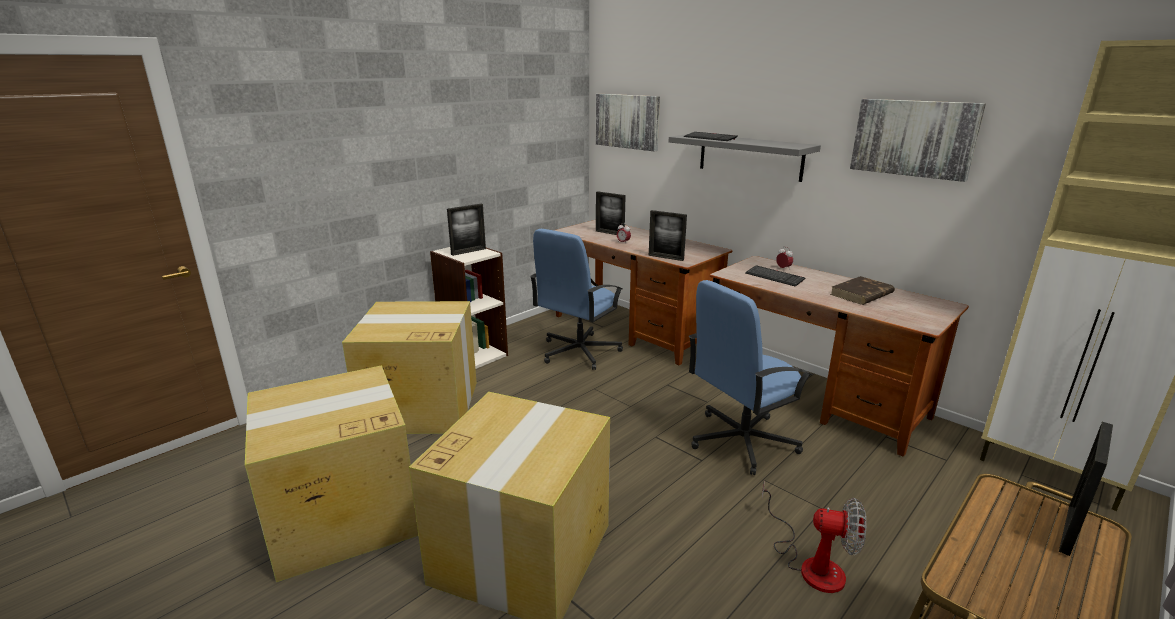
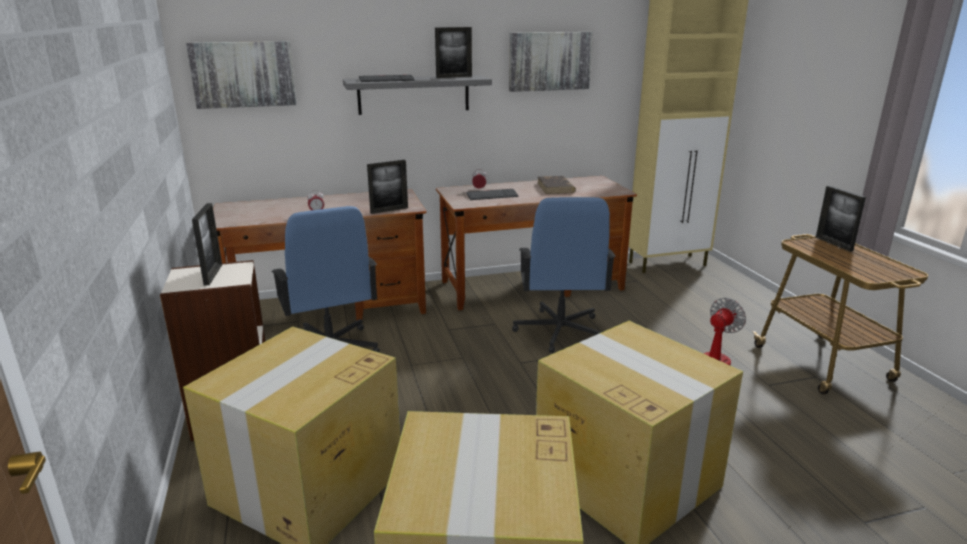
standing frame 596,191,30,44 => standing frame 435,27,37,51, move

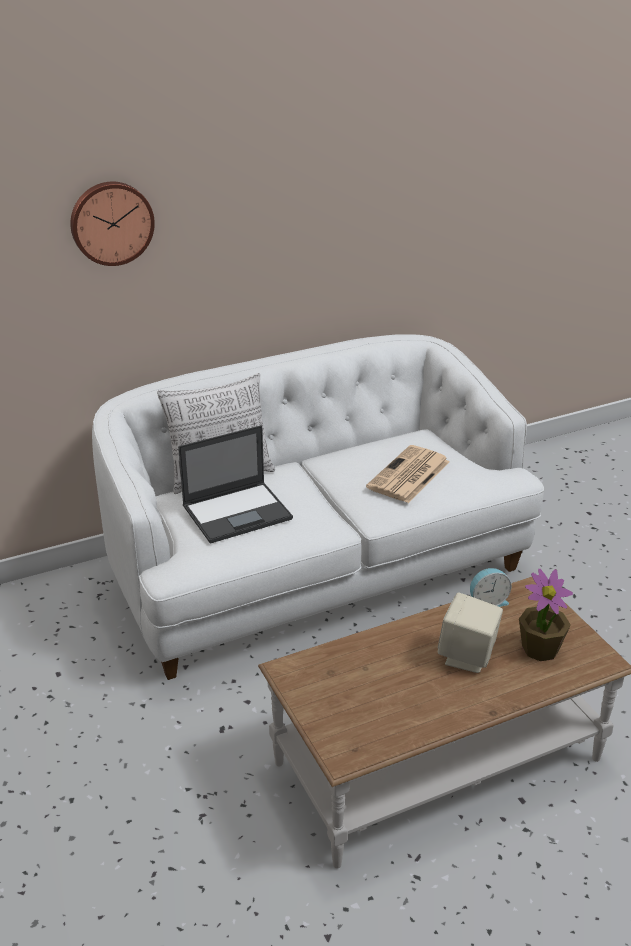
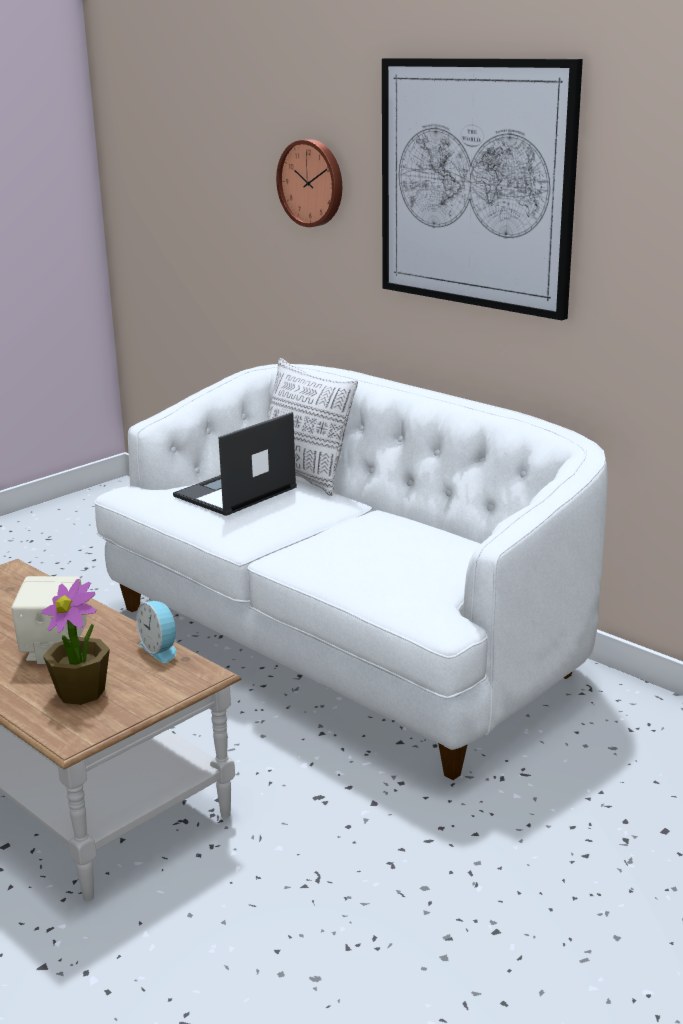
newspaper 366,445,84,58 => nothing
nothing => wall art 382,58,201,262
laptop 178,425,115,119 => laptop 173,412,124,104, 90 degrees clockwise

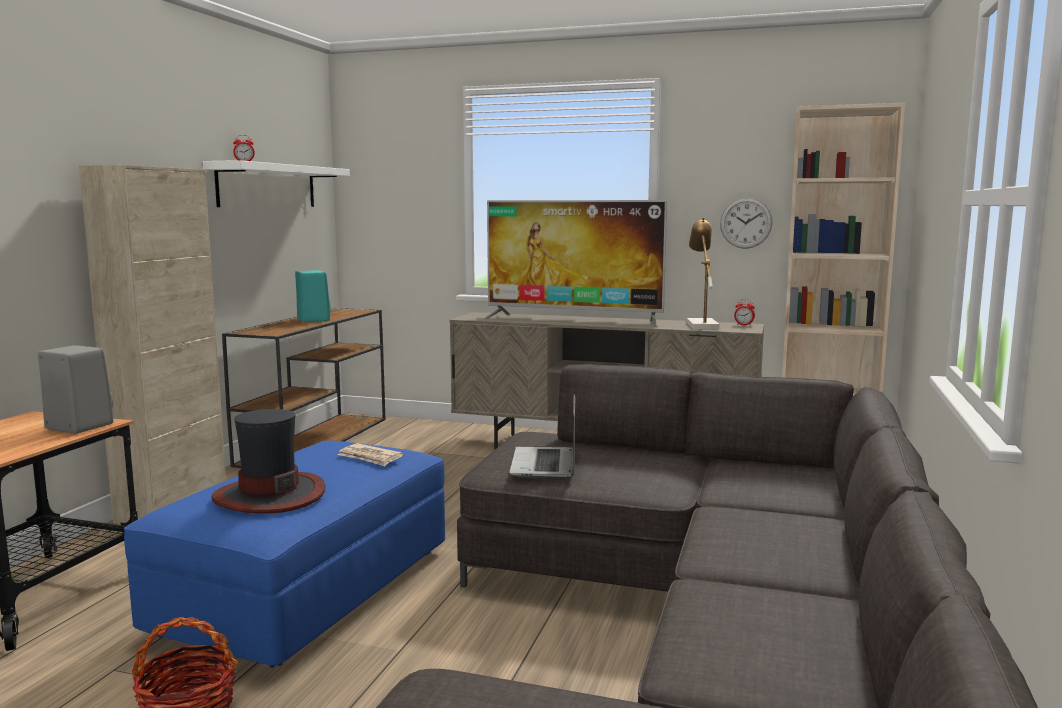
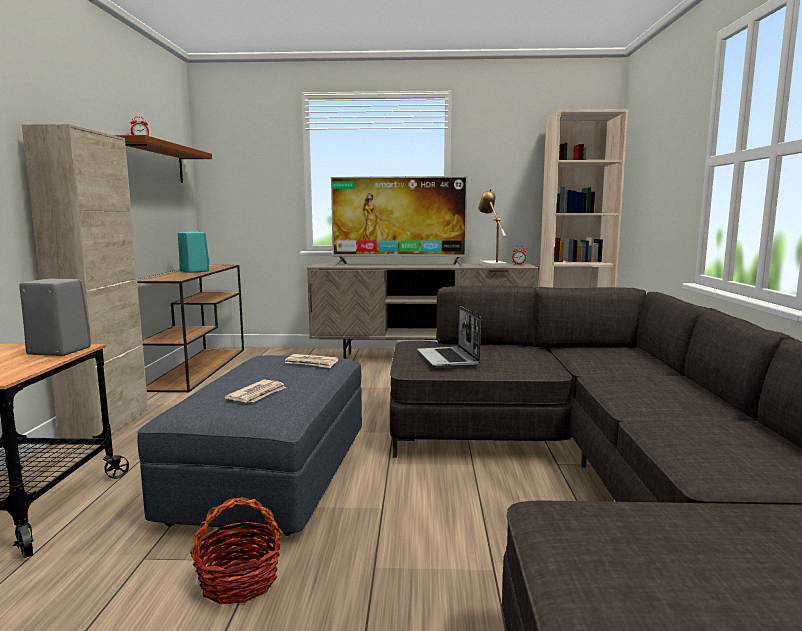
hanging clock 720,197,53,52 => nothing
wearable hat 212,409,114,105 => newspaper 224,379,62,23
pouffe in bluish 124,440,321,228 => pouffe in gray 137,355,225,181
shelf in whitish 203,160,147,47 => shelf in brownish 114,135,98,48

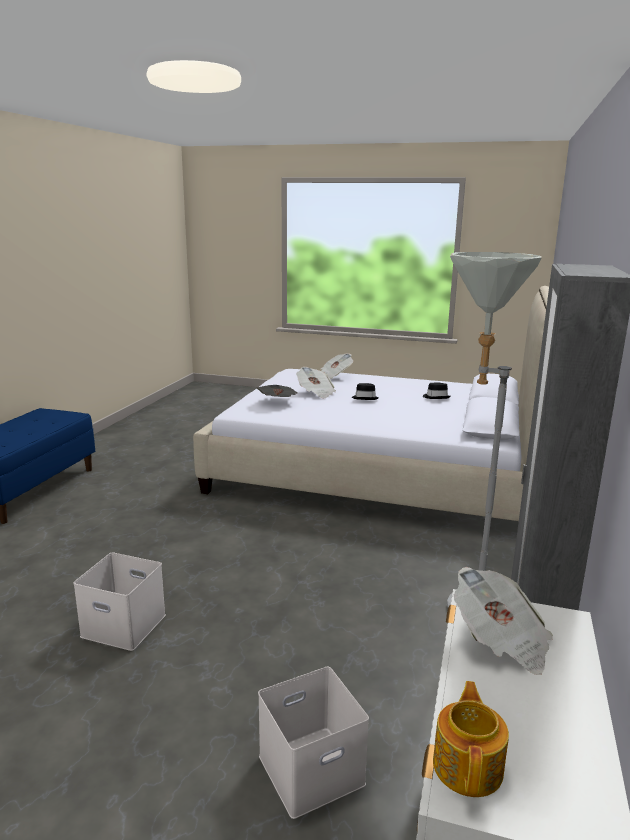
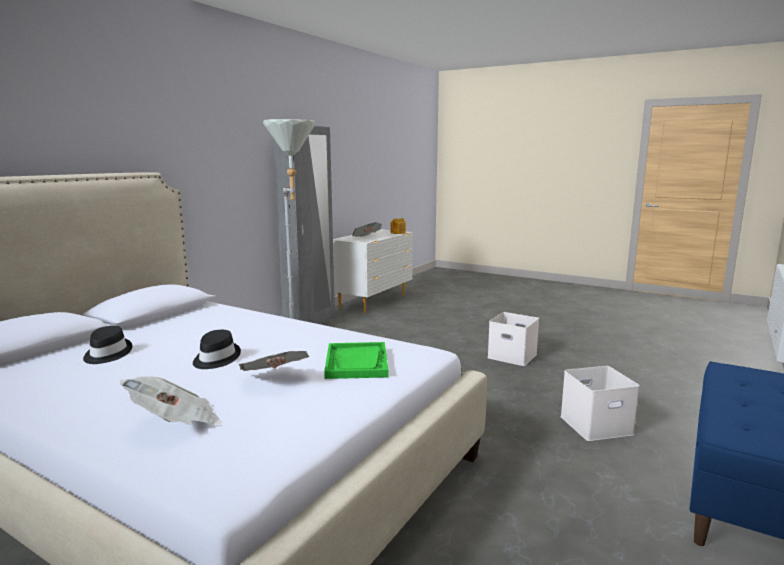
storage box in whitish 258,667,111,152 => storage box in whitish 560,366,80,75, move
newspaper 256,385,42,12 => carrying tray in greenish 324,342,65,37

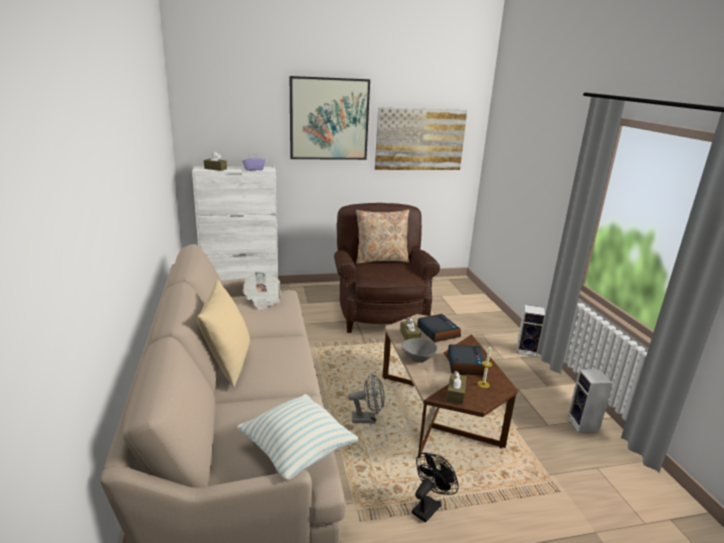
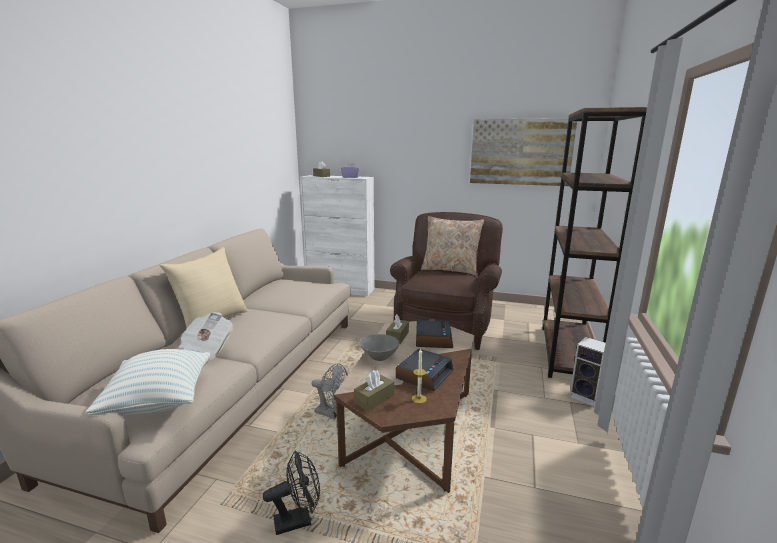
wall art 290,76,80,84 => nothing
audio speaker 568,369,45,64 => nothing
nothing => bookcase in brownish 543,107,104,271
newspaper 243,271,38,39 => newspaper 179,312,54,48, move

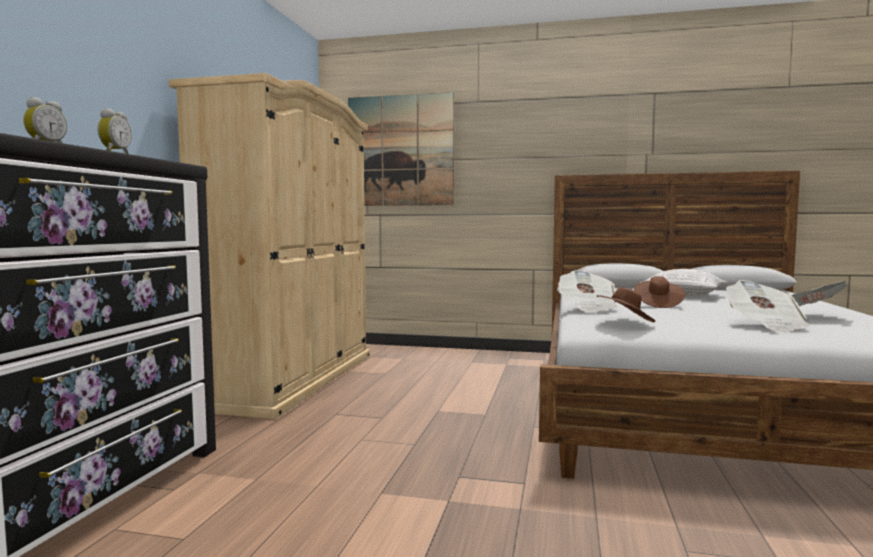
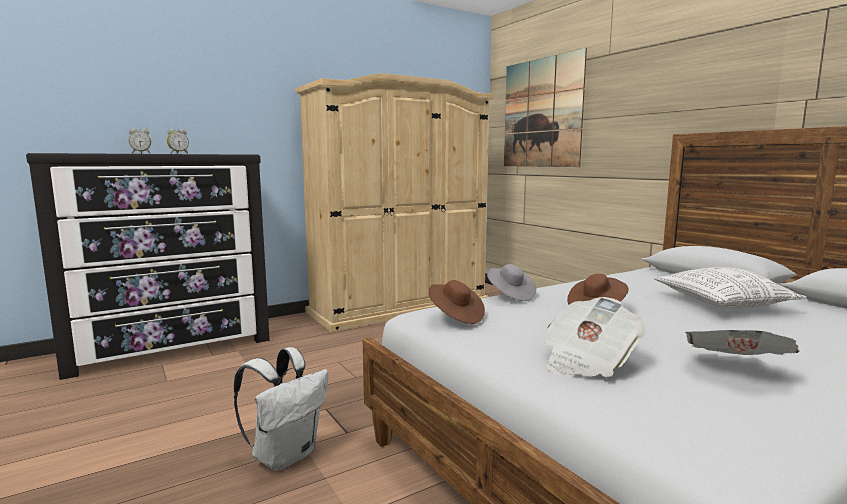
nothing => knapsack in whitish 234,347,94,124
newspaper 557,270,60,43 => wearable hat in gray 487,264,49,37

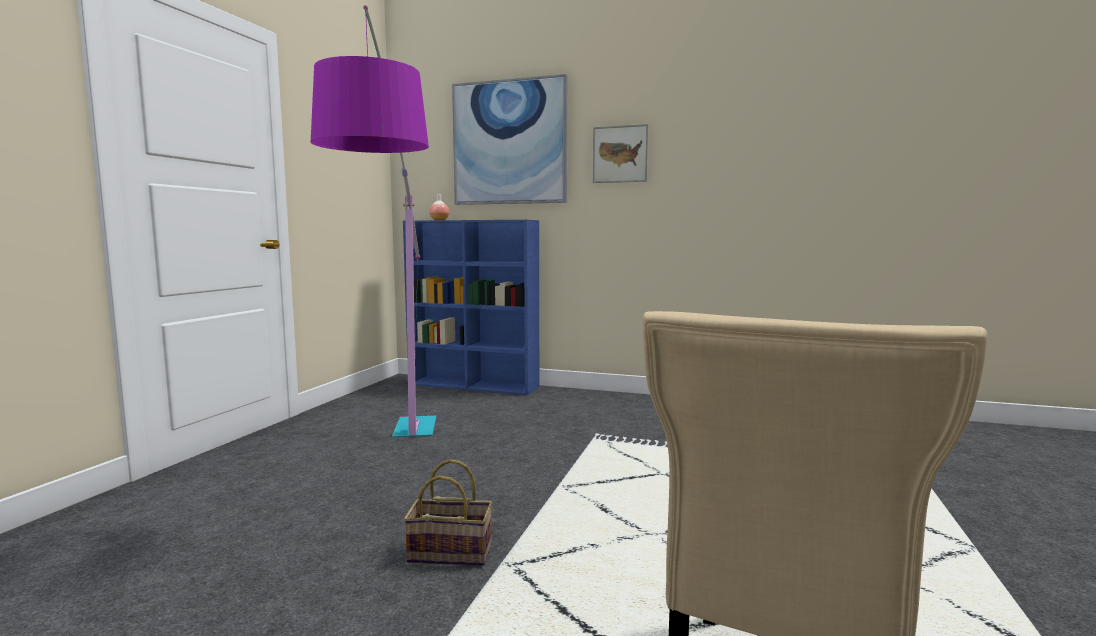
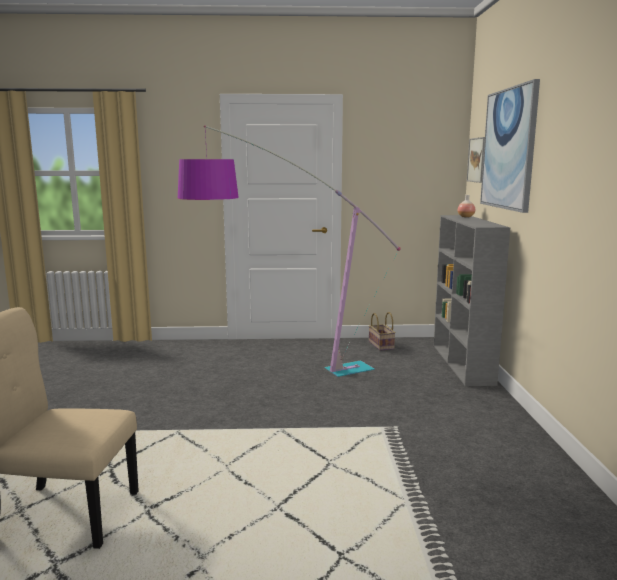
household basket 404,459,88,107 => household basket 369,312,27,39, move
wall art 593,124,55,59 => wall art 467,137,18,46, move
bookcase in bluish 403,220,136,175 => bookcase in gray 434,215,76,171

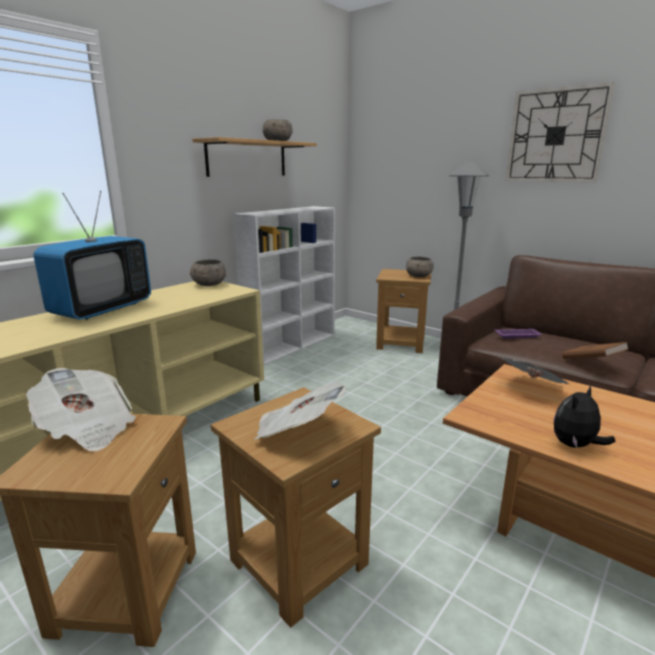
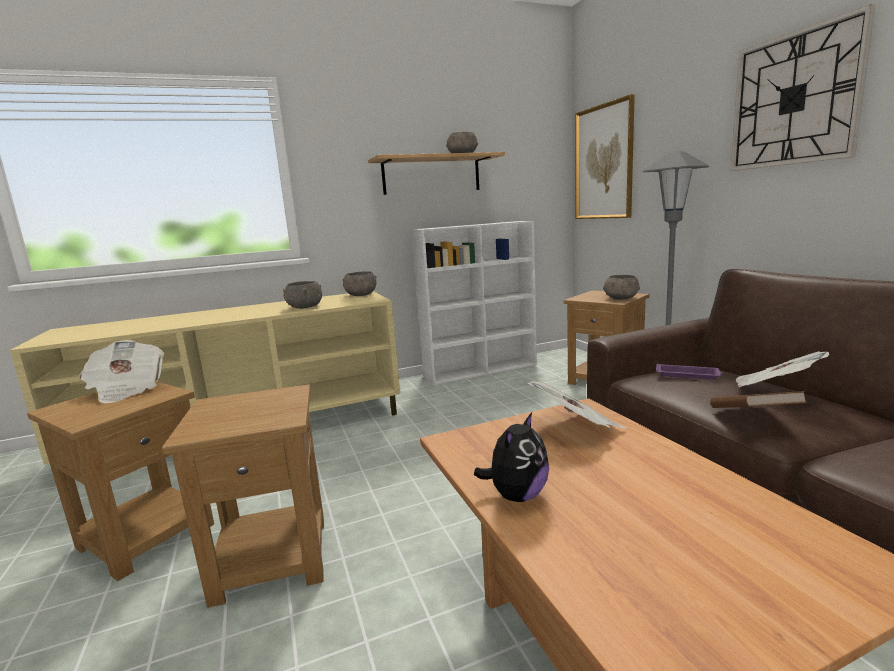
TV set 33,191,118,129 => nothing
nothing => bowl in gray 283,281,39,28
nothing => wall art 575,94,60,125
newspaper 255,380,91,60 => newspaper 736,351,93,36, move
cuddly toy 554,385,62,63 => cuddly toy 474,412,75,90, 135 degrees clockwise

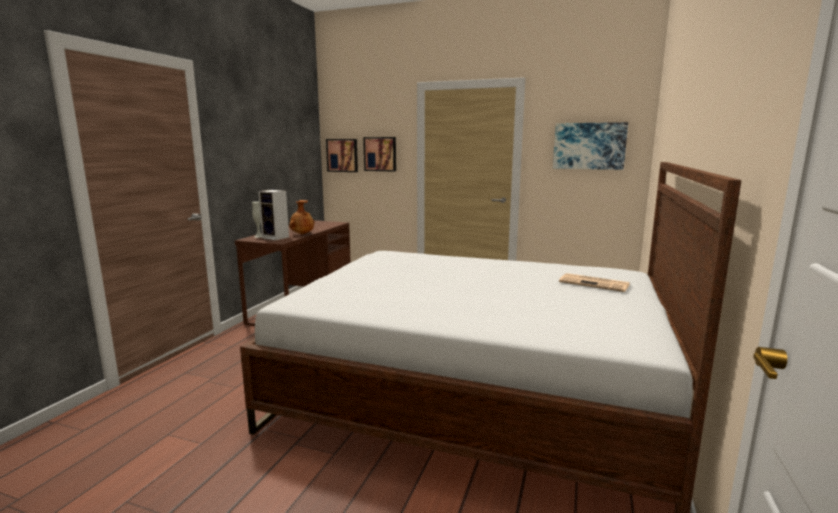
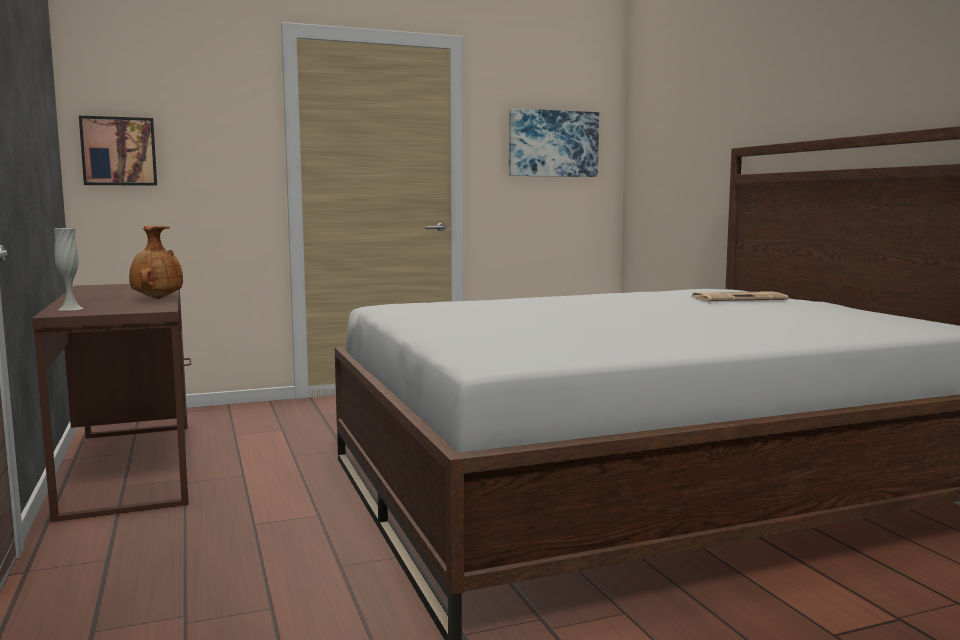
audio speaker 258,190,31,51 => nothing
wall art 363,137,33,35 => nothing

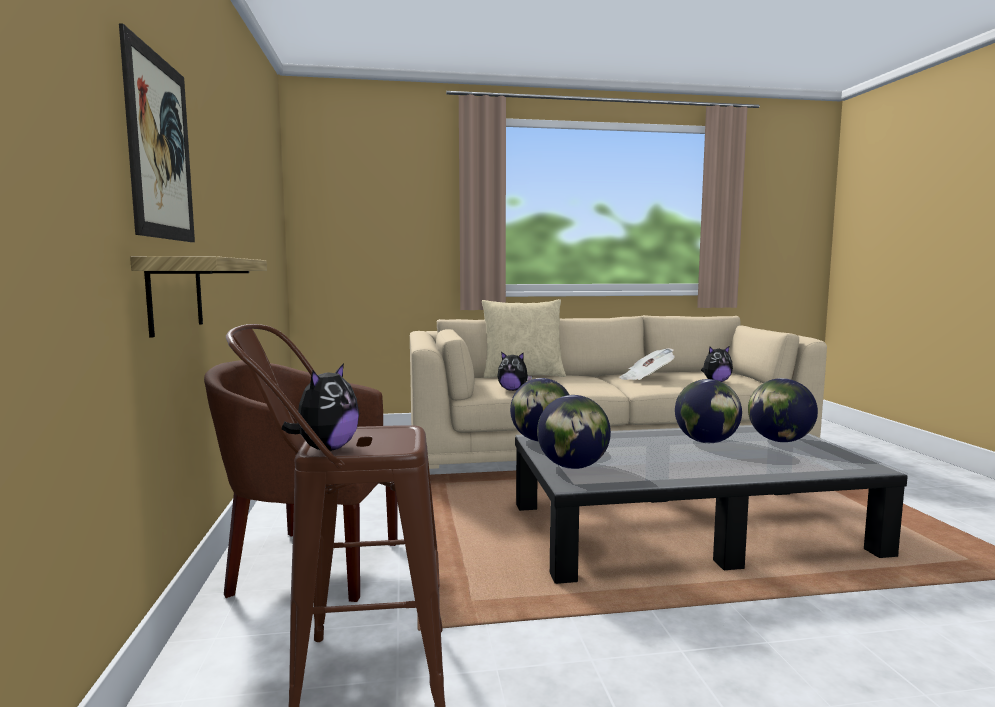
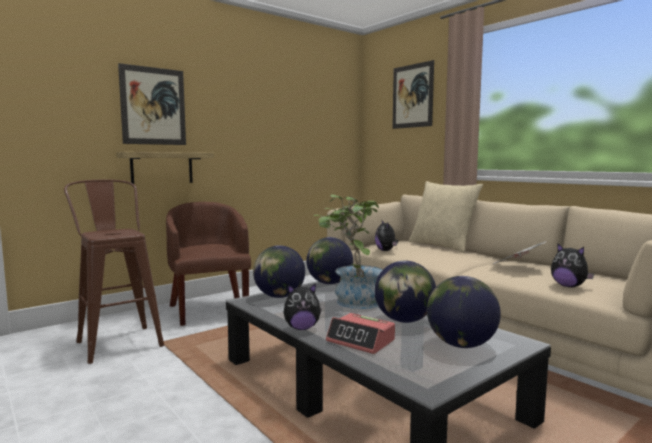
nothing => potted plant 314,194,69,115
nothing => table clock 326,313,69,41
nothing => wall art 392,60,42,69
cuddly toy 282,363,77,88 => cuddly toy 284,283,38,47, move

